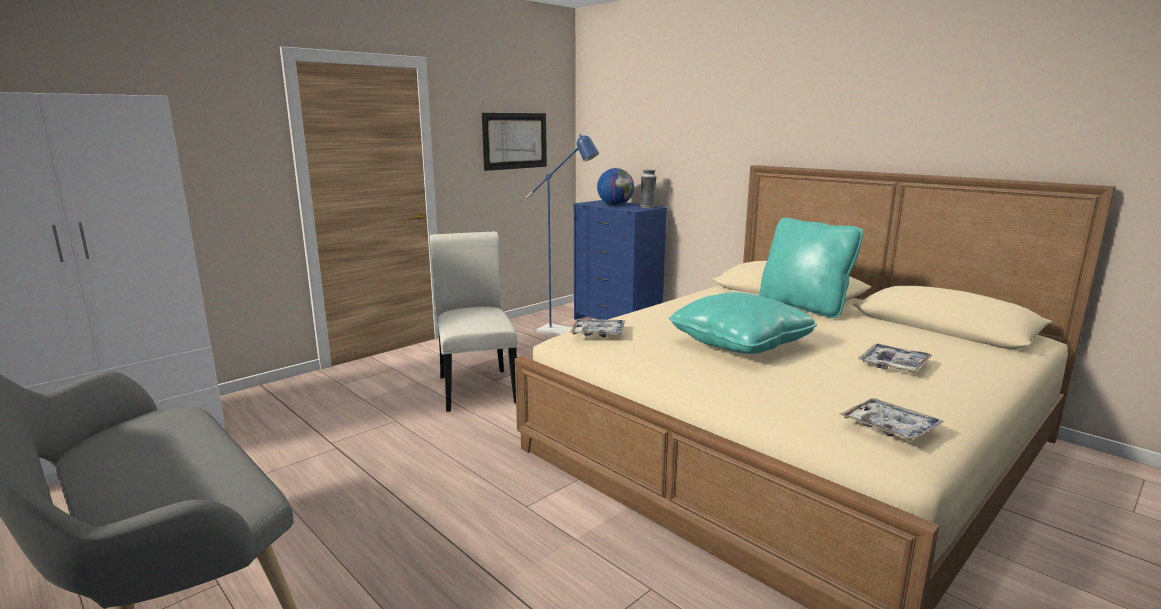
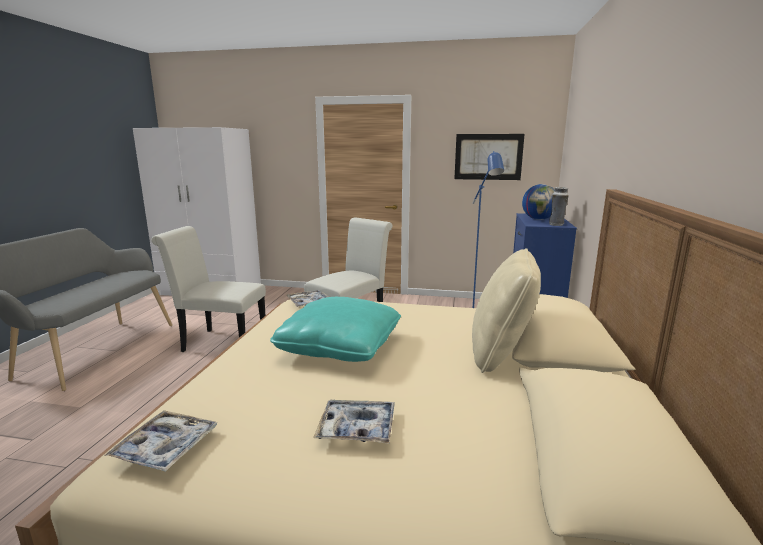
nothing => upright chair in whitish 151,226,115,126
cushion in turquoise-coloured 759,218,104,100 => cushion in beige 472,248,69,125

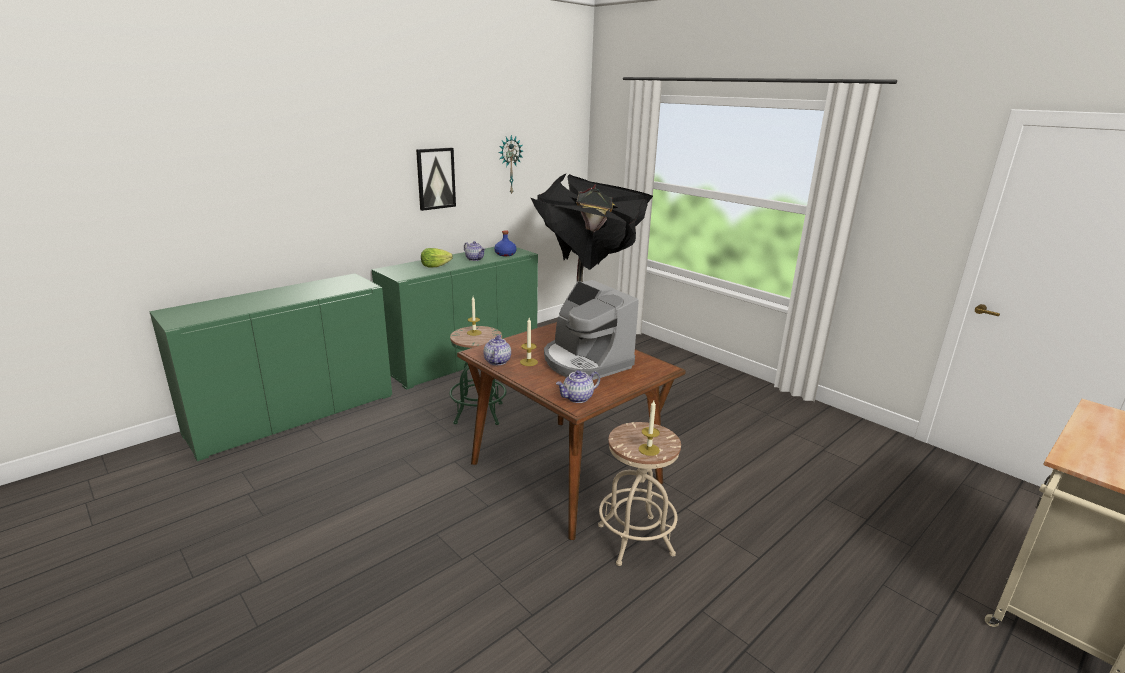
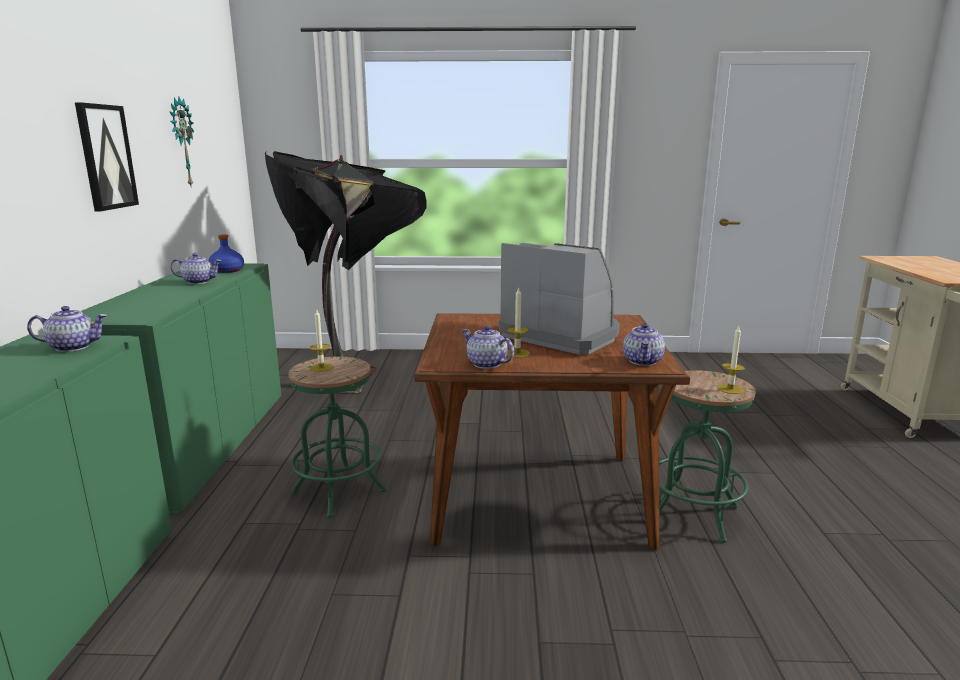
lettuce head 421,248,32,20 => nothing
nothing => teapot 27,306,80,46
stool seat in beige 598,422,83,144 => stool seat in greenish 659,370,97,173
coffee machine 544,280,95,100 => coffee machine 499,243,121,112, 150 degrees counterclockwise

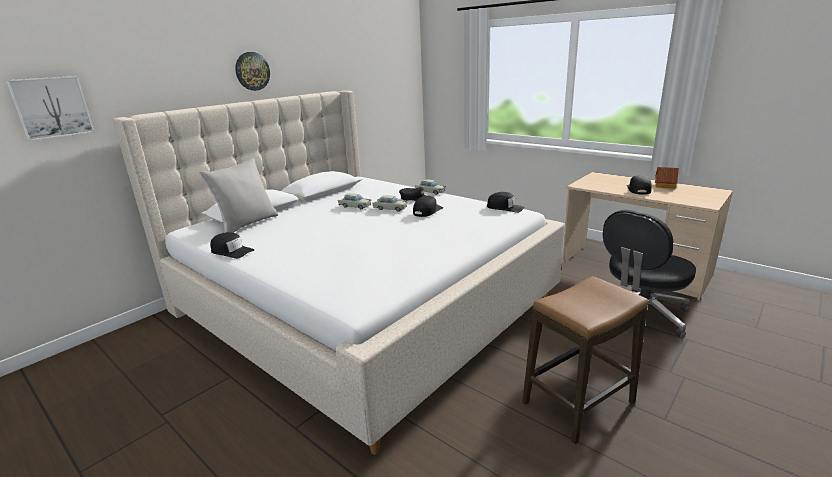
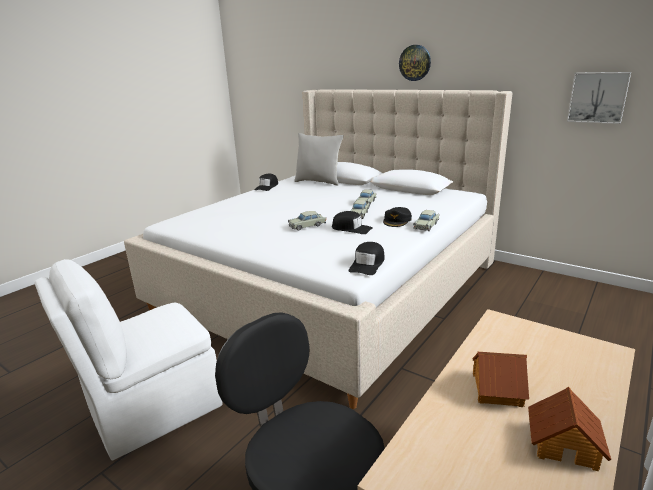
nothing => model car in beige 288,211,38,20
wall art 6,76,89,65 => wall art 567,72,64,52, move
stool seat 522,276,126,168 => upright chair in whitish 34,259,189,201
baseball cap in blackish 626,175,26,20 => miniature house 473,352,56,55

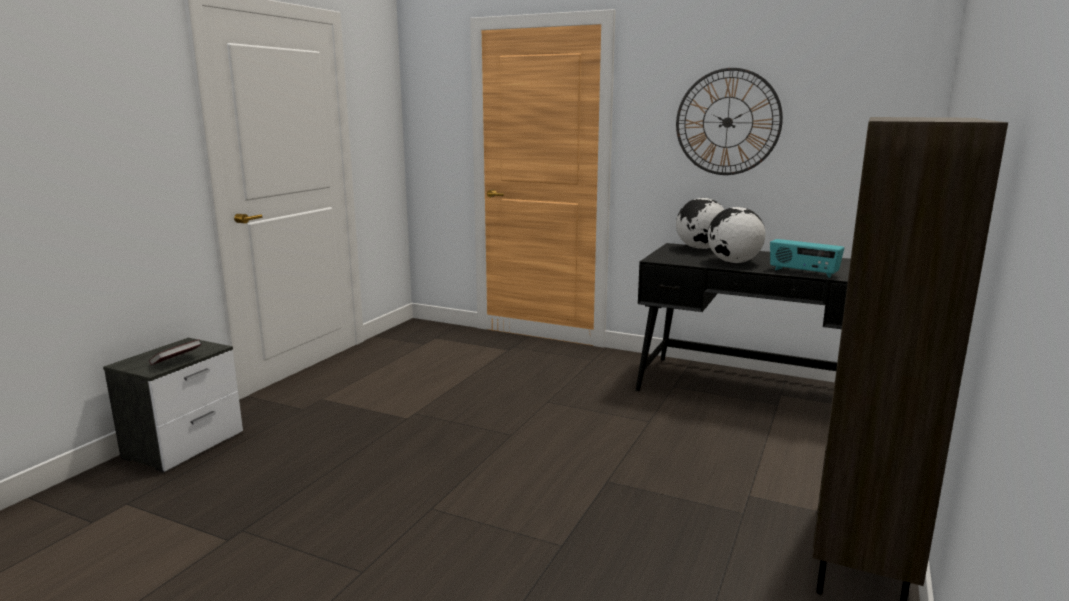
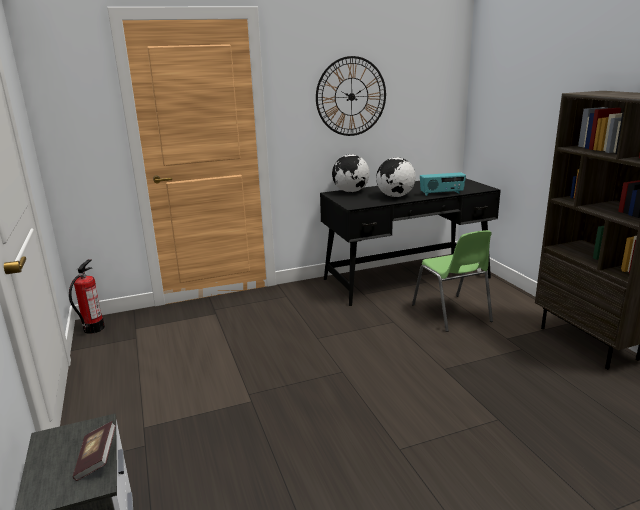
nothing => fire-fighting cylinder 69,259,36,75
nothing => upright chair in greenish 412,230,81,102

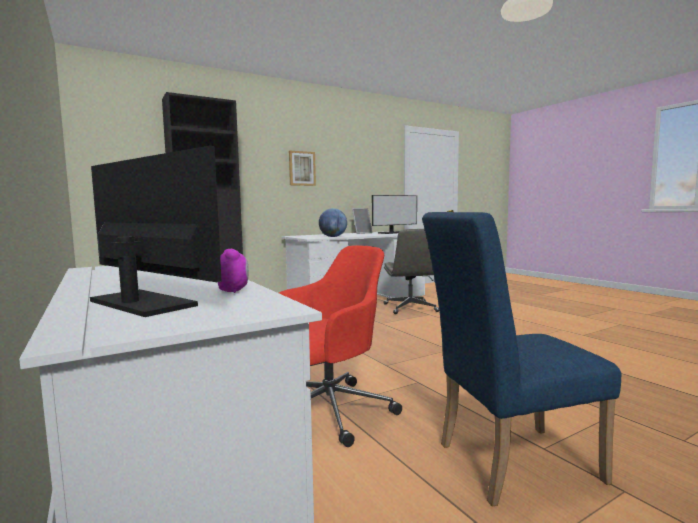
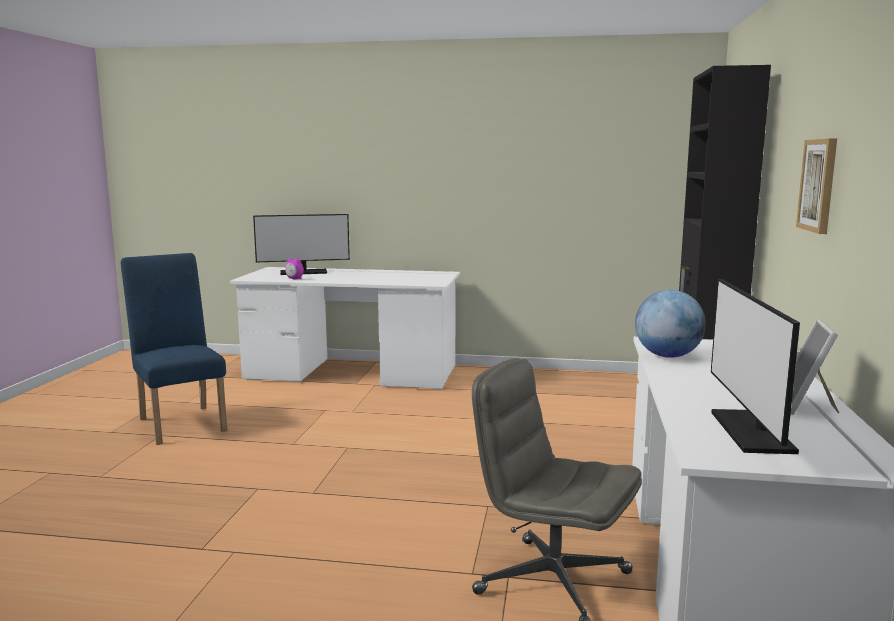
computer chair in red-coloured 279,245,123,202 => nothing
upright chair in bluish 422,212,199,295 => upright chair in bluish 121,253,106,192, 60 degrees counterclockwise

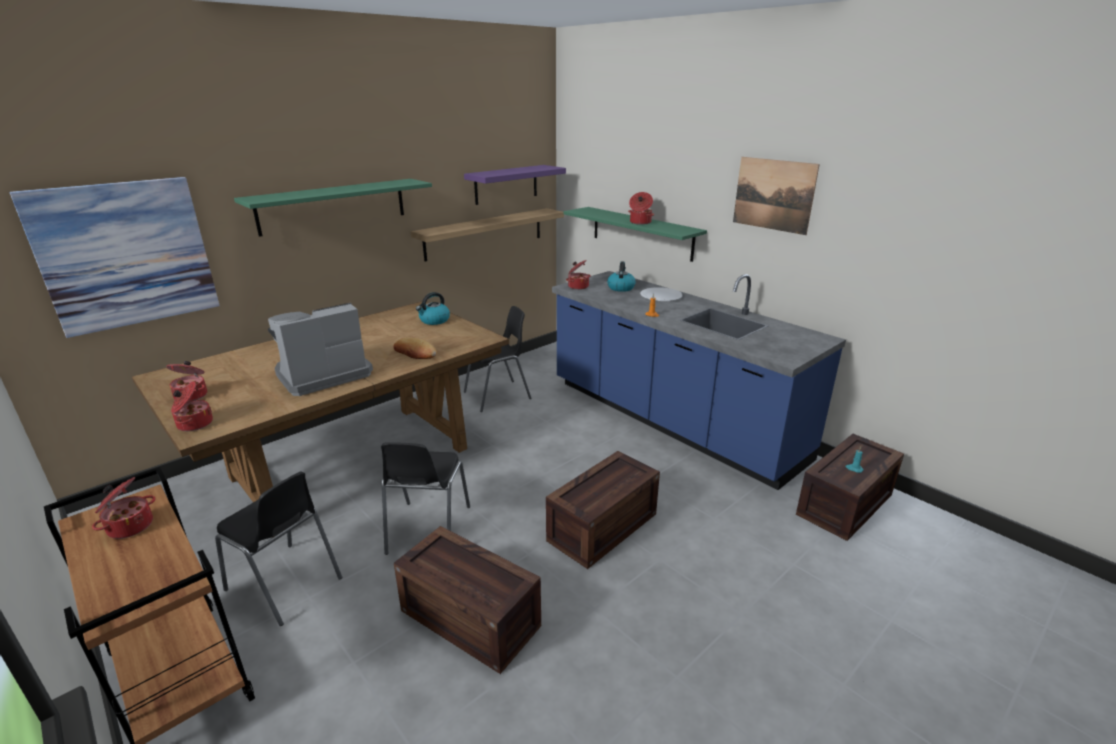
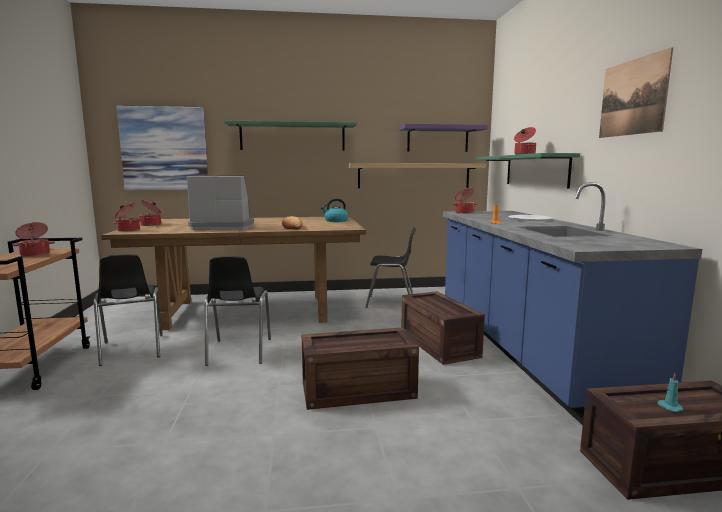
tea kettle 607,261,29,31 => nothing
crate 394,526,147,148 => crate 401,291,84,74, move
upright chair in blackish 381,442,89,113 => upright chair in blackish 205,256,66,110, 45 degrees counterclockwise

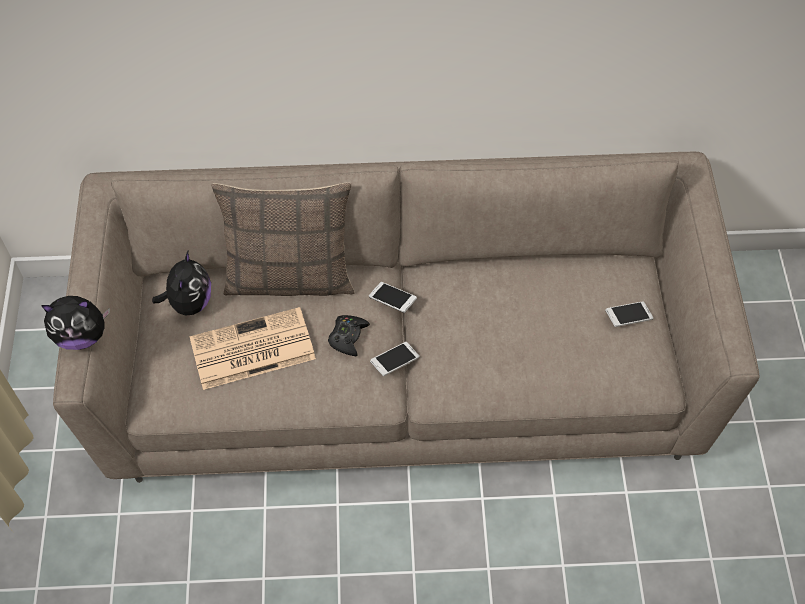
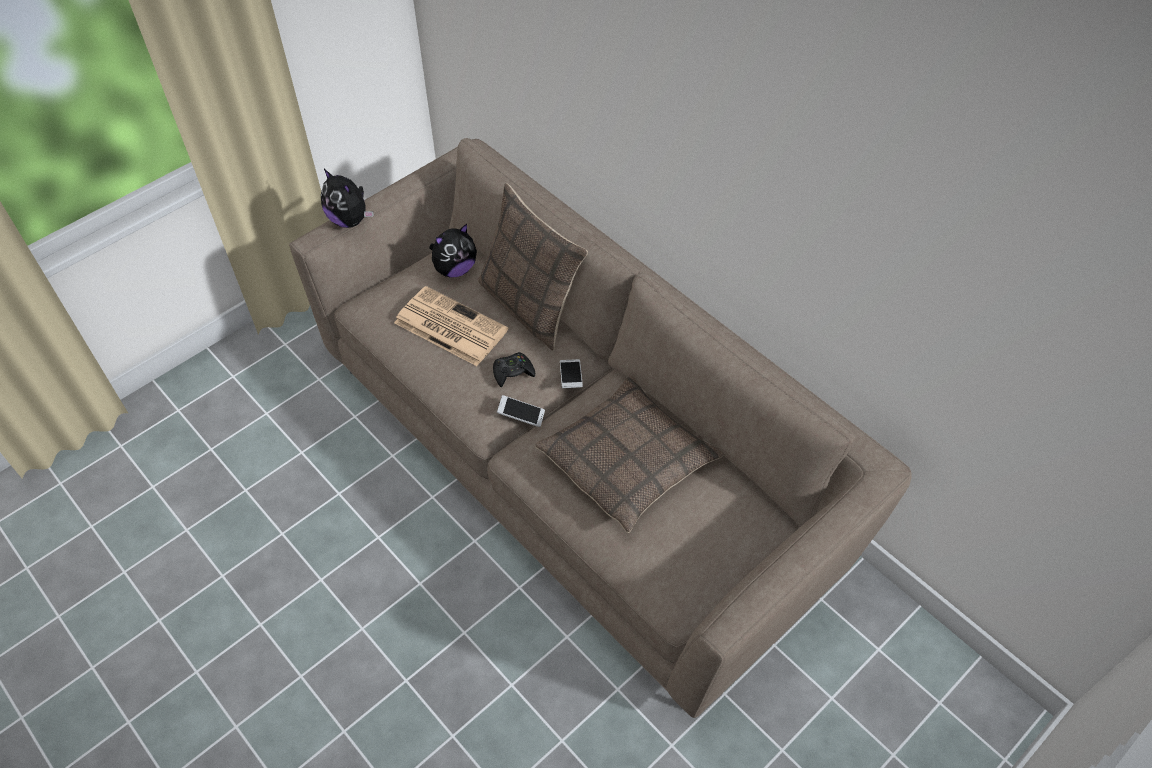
phone 605,301,48,26 => nothing
nothing => cushion 535,375,189,158

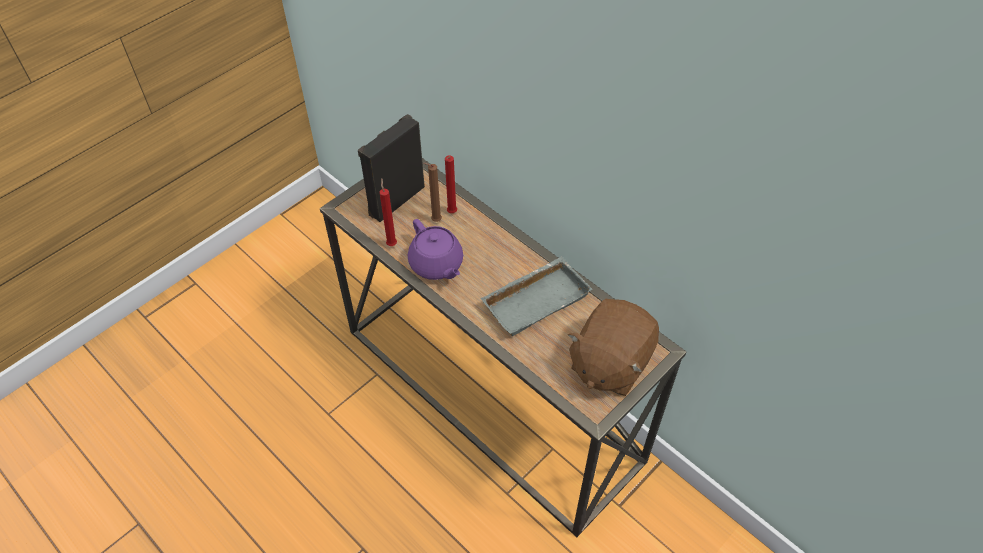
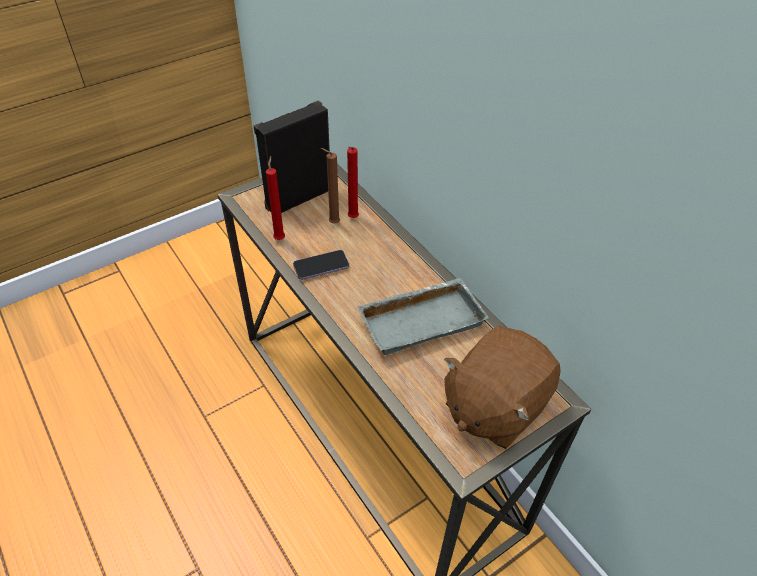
teapot in purple-coloured 408,219,55,61 => phone 293,250,56,30

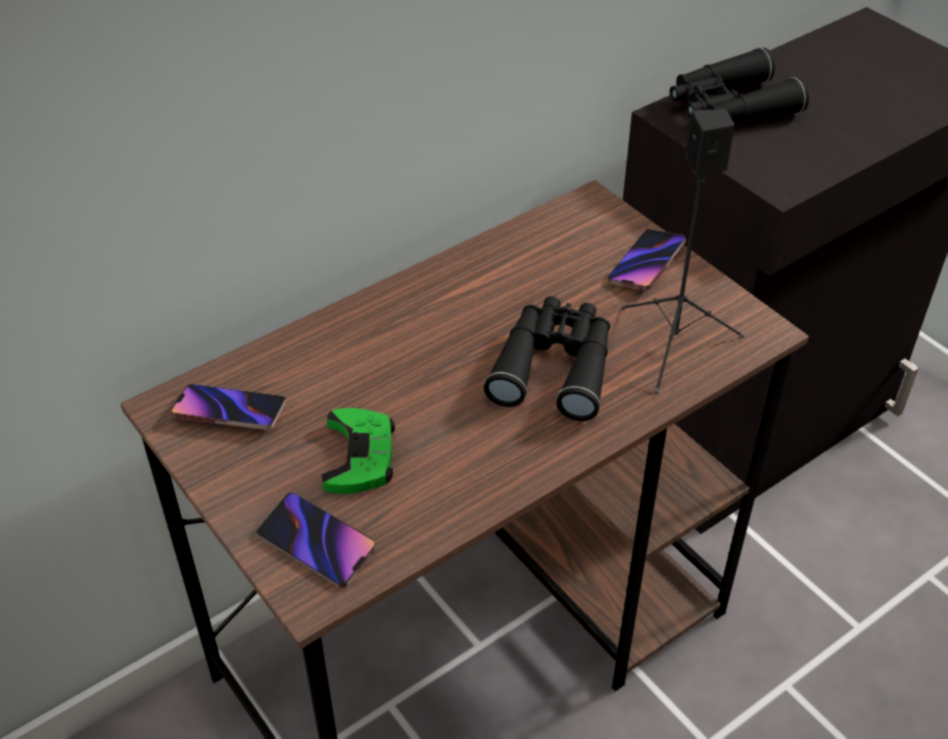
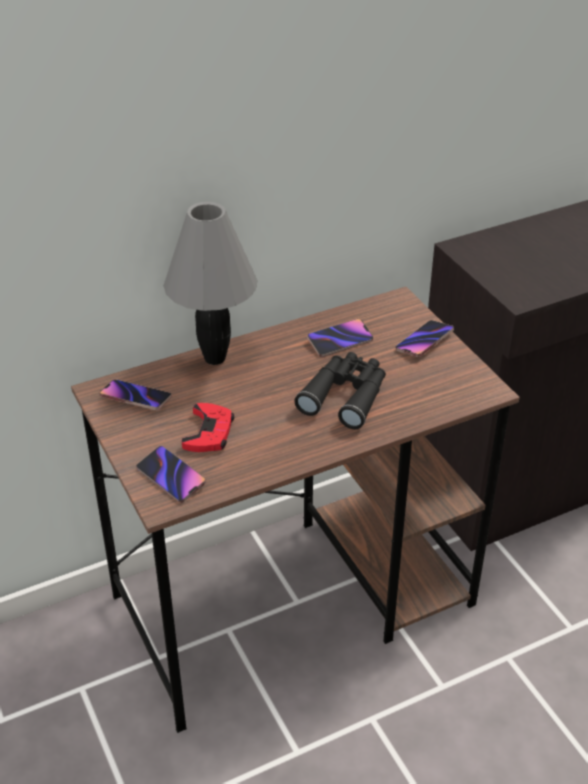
audio speaker in blackish 622,109,122,285 => nothing
pair of binoculars in blackish 670,47,139,74 => nothing
nothing => table lamp in gray 163,202,95,163
nothing => phone 307,319,66,38
joypad in greenish 321,408,74,86 => joypad in red-coloured 182,403,52,49

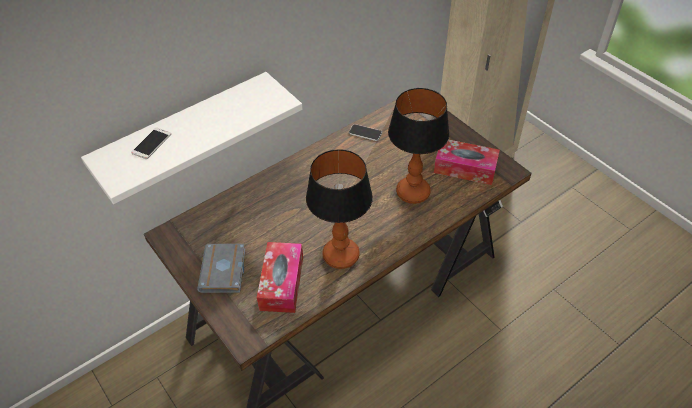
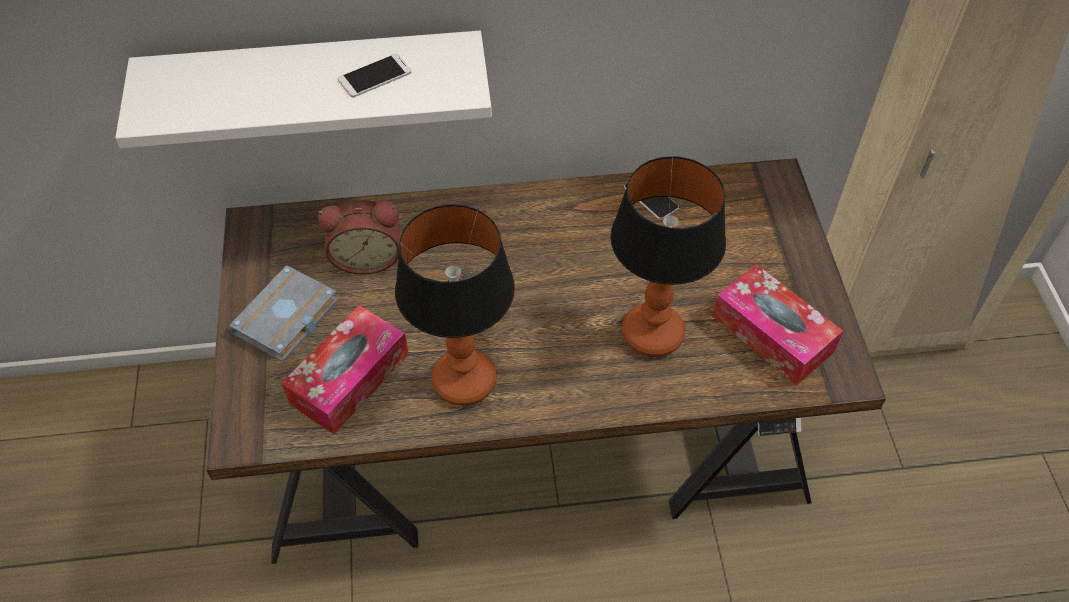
nothing => table clock 318,200,82,75
phone 131,128,40,31 => phone 338,54,73,43, move

